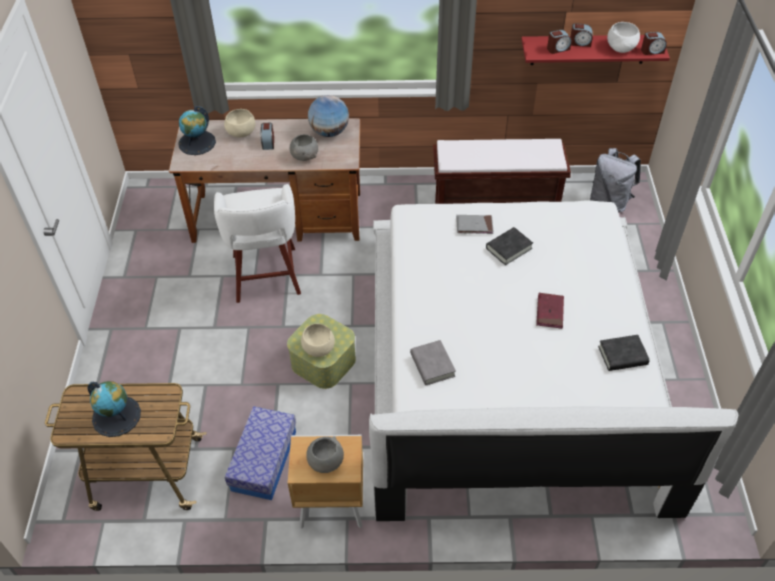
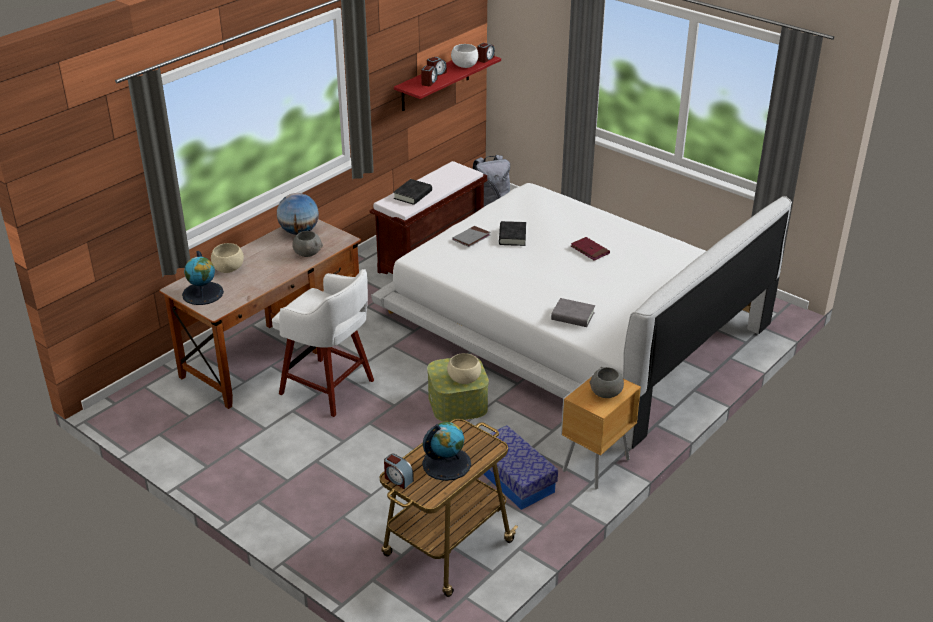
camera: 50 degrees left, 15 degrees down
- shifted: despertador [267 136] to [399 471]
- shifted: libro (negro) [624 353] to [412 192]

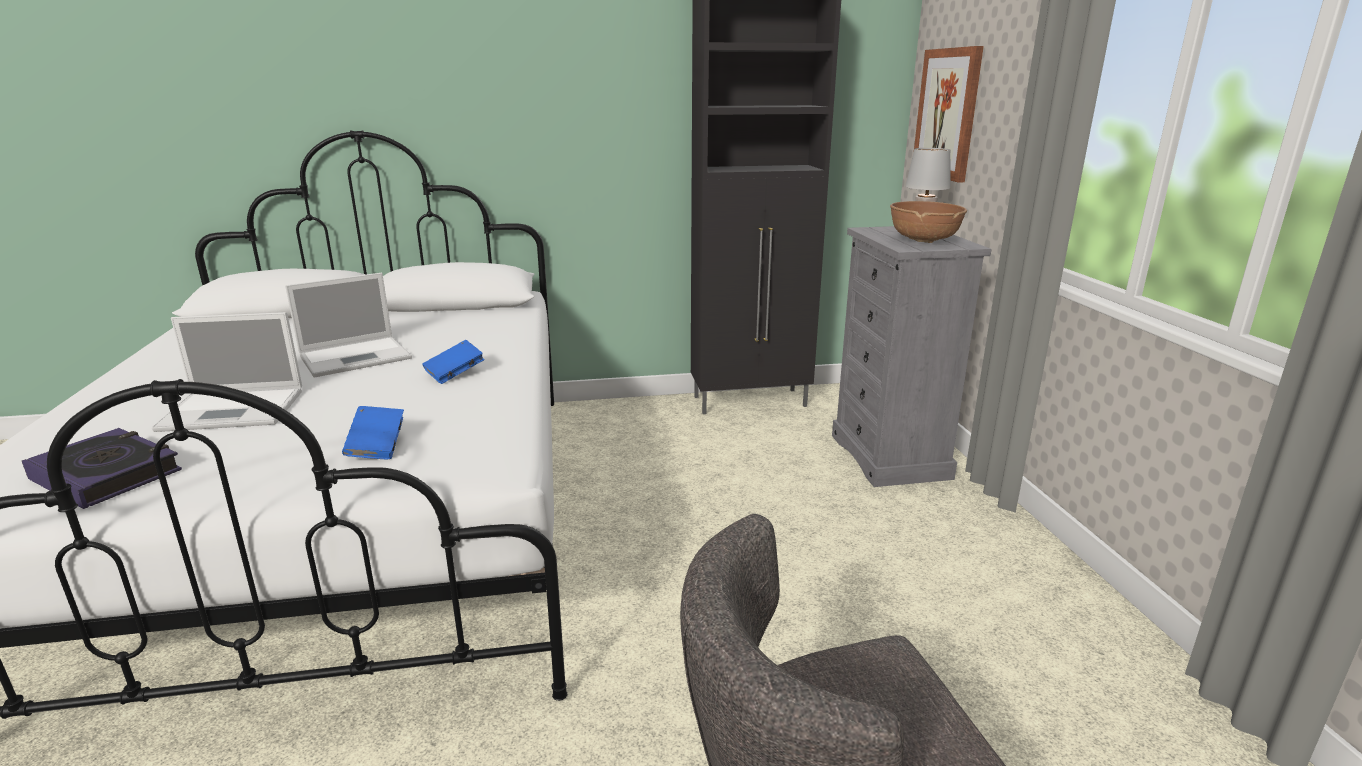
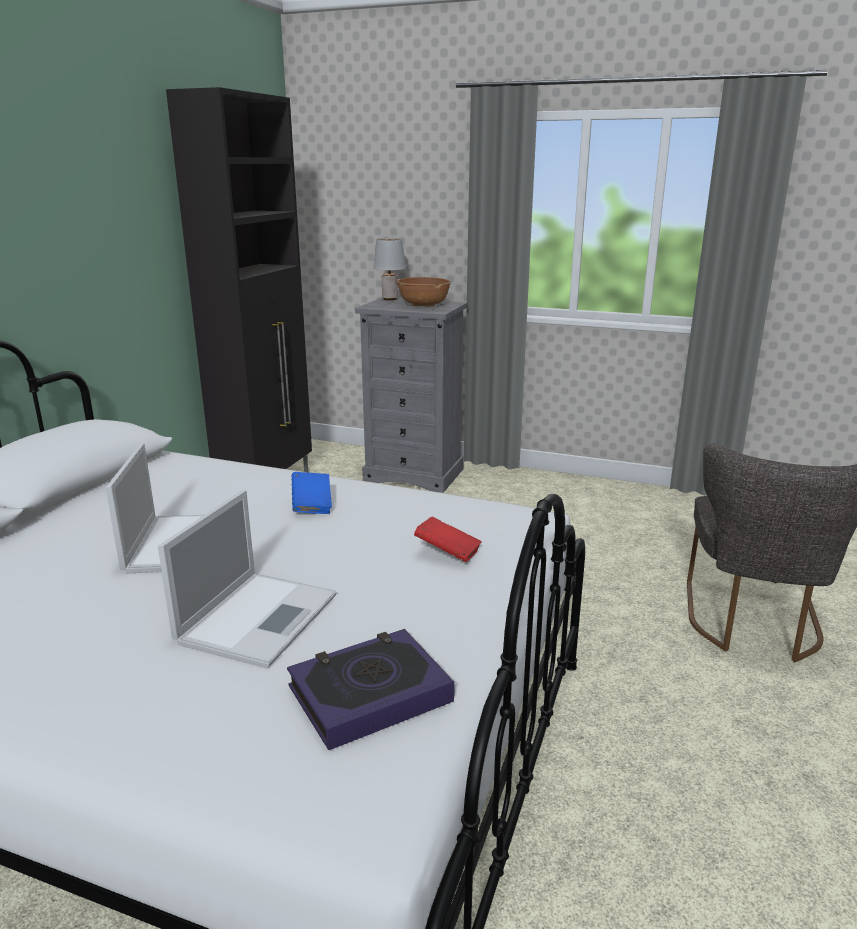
camera: 60 degrees left, 0 degrees up
- gone: cuadro [949 114]
- repainted: libro (azul) [373 432] to libro (rojo) [448 539]

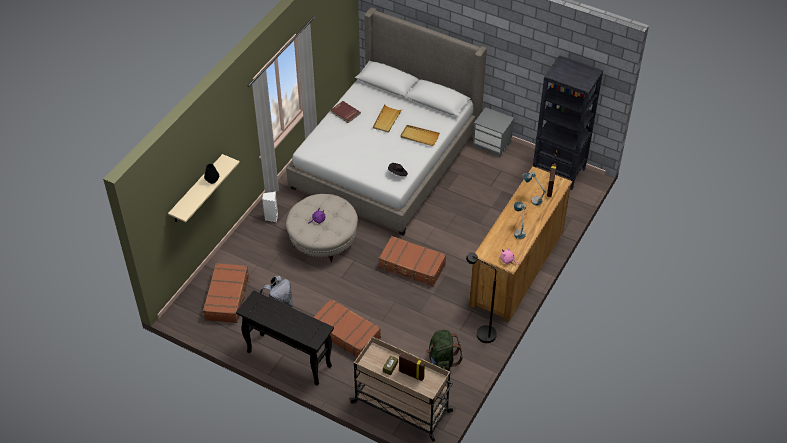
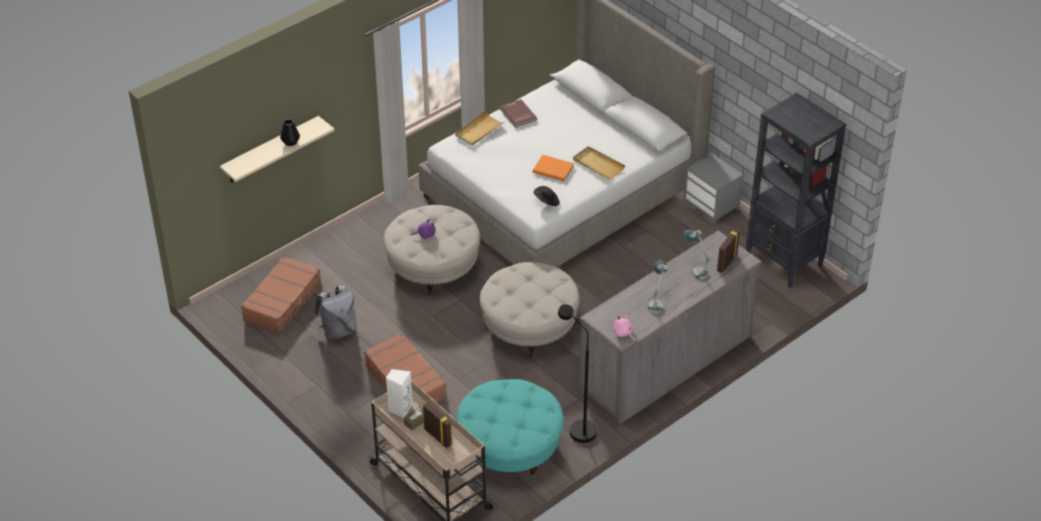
camera: 20 degrees right, 5 degrees down
- gone: mesa consola (negro) [285 338]
- new: libro (naranja) [553 168]
- shifted: altavoz (blanco) [270 207] to [399 394]
- shifted: bandeja (beis) [387 118] to [480 128]
- swapped: maleta (marrón) [412 261] to puf (beis) [530 309]
- swapped: mochila (verde) [444 350] to puf (turquesa) [510 428]
- repainted: cómoda (marrón) [521 244] to cómoda (gris) [670 328]

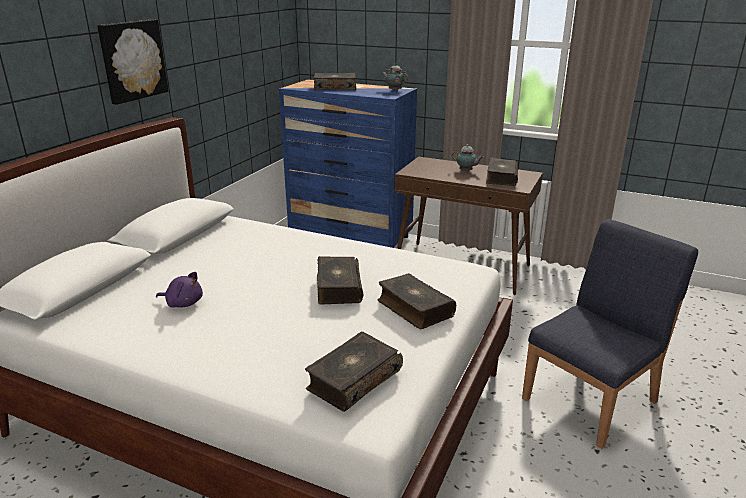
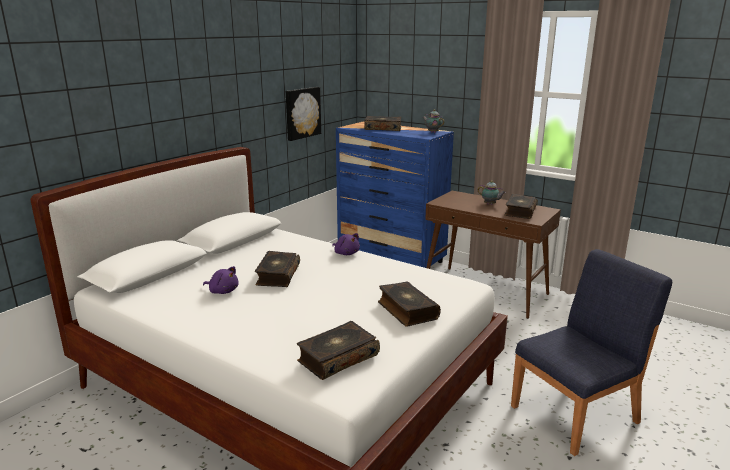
camera: 10 degrees right, 5 degrees down
- new: peluche (morado) [346 244]
- shifted: cuadro [133 62] to [303 114]
- shifted: libro [340 280] to [277 269]

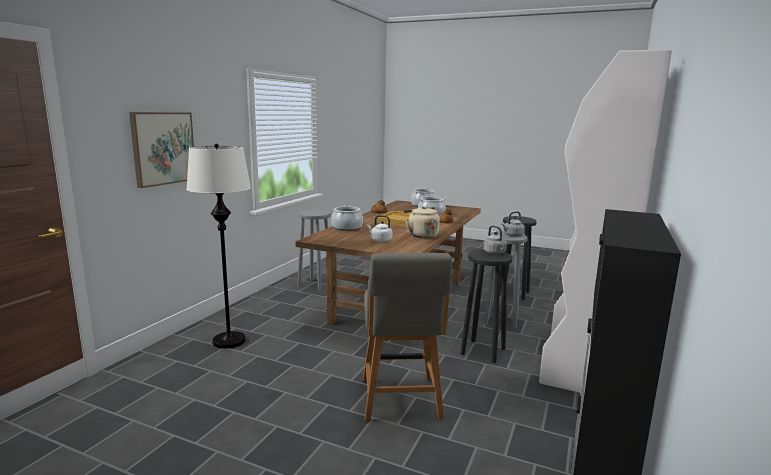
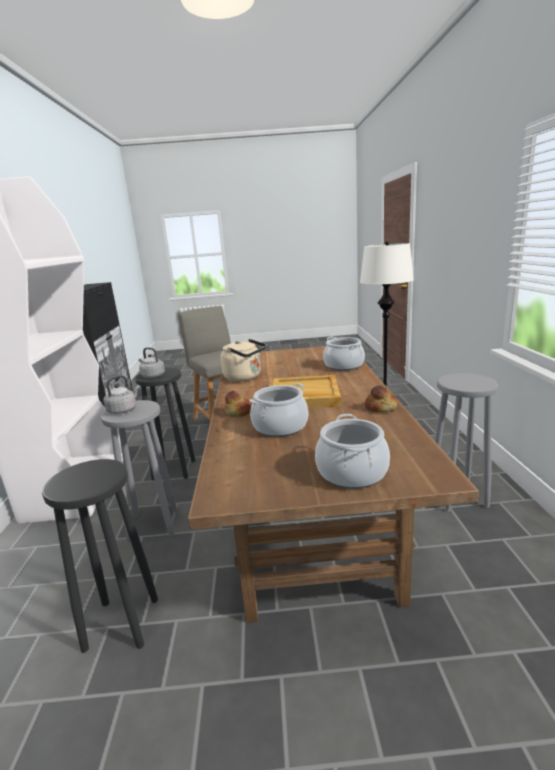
camera: 155 degrees right, 5 degrees up
- gone: cuadro [161 150]
- gone: hervidor (blanco) [379 228]

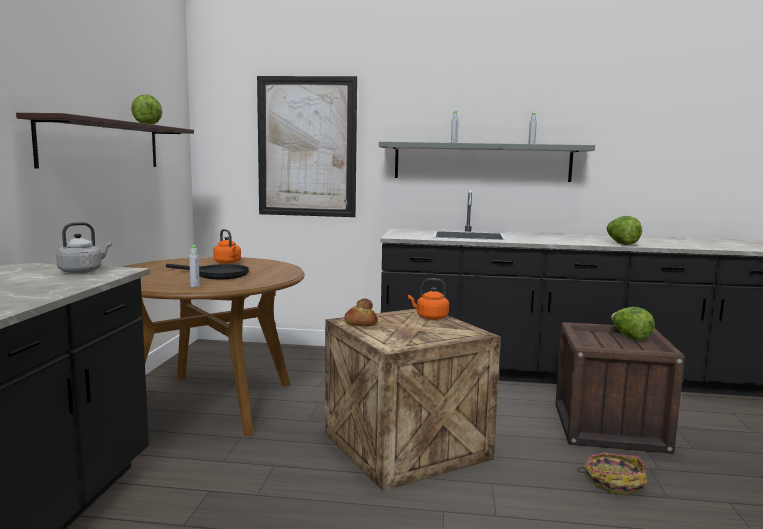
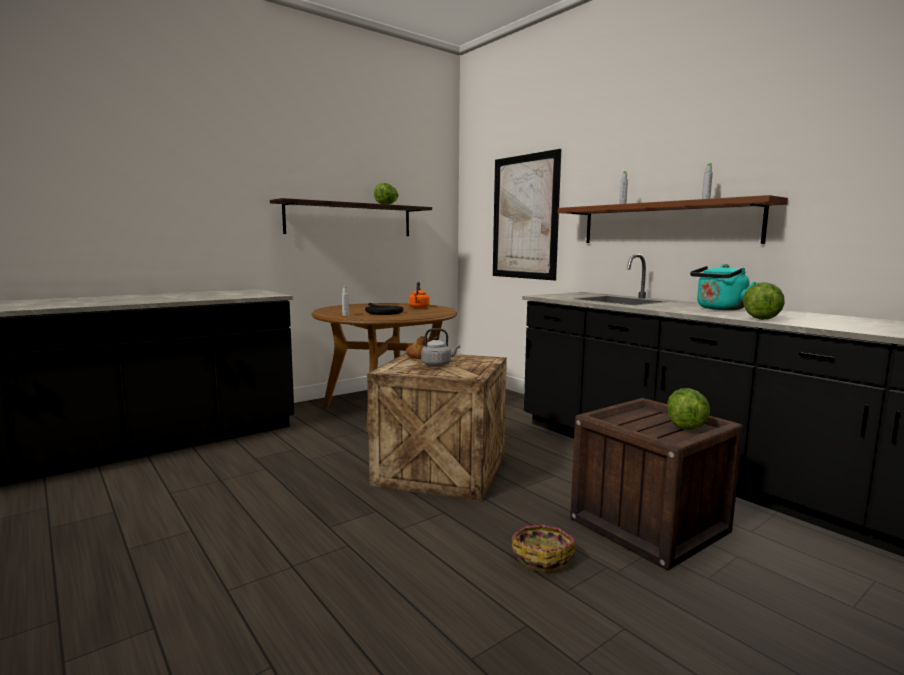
camera: 45 degrees right, 0 degrees up
- gone: hervidor (naranja) [428 299]
- new: hervidor (turquesa) [723 287]
- shifted: hervidor (gris) [84 248] to [440 347]
- repainted: estante (gris) [487 162] to estante (marrón) [673 219]

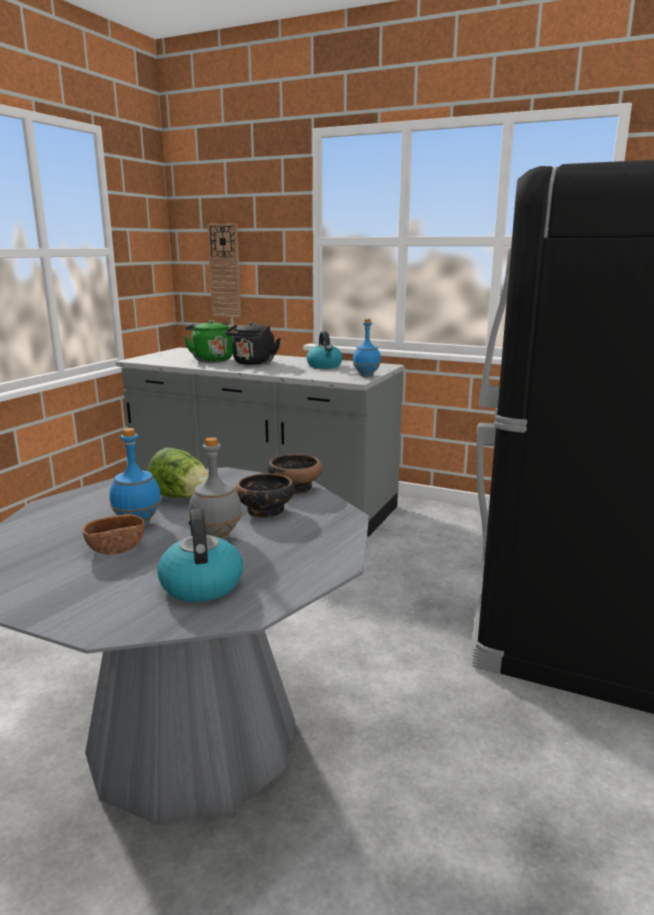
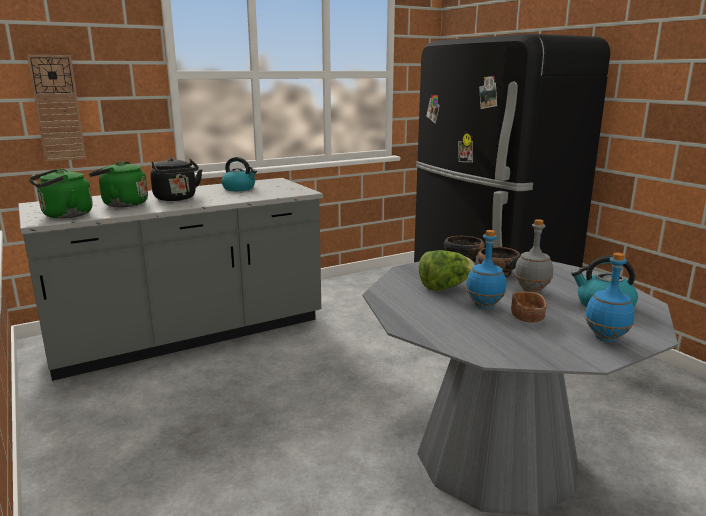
camera: 55 degrees left, 0 degrees up
- new: hervidor (verde) [61 193]
- shifted: botella (azul) [367 347] to [610 297]

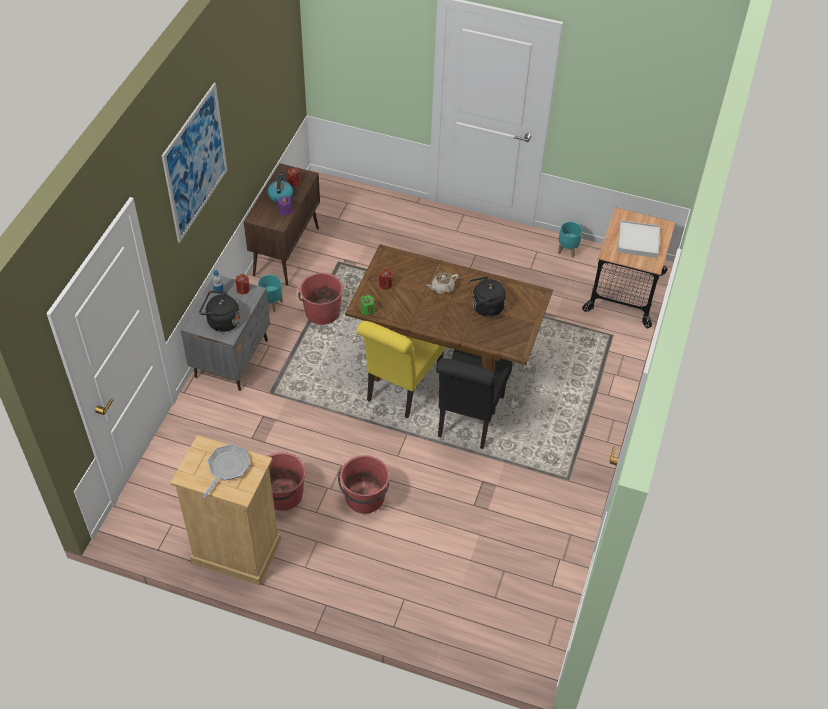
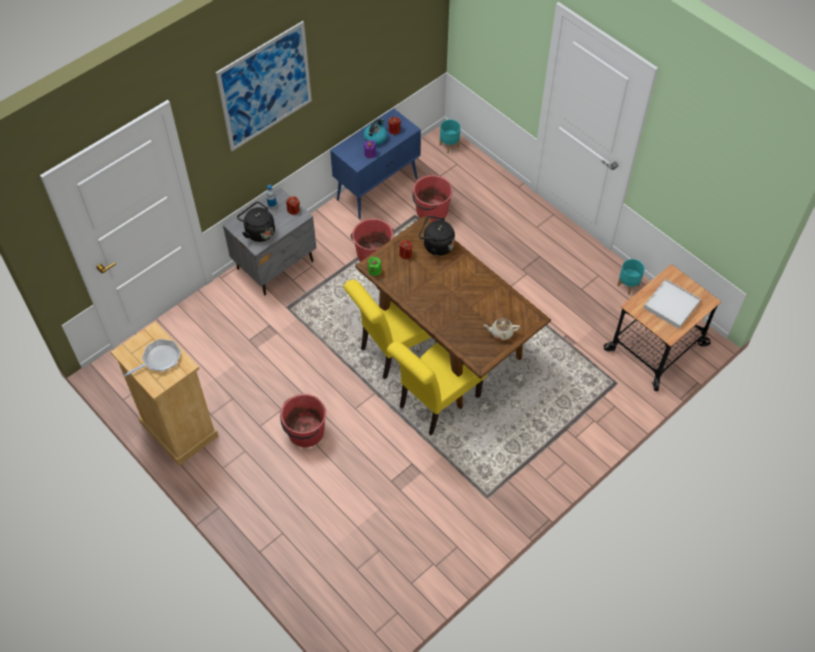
camera: 30 degrees right, 5 degrees up
- shifted: maceta (turquesa) [270 293] to [450 136]
- shifted: cubo (rojo) [287 481] to [432 198]
- shifted: tetera (beis) [442 283] to [501 329]
- shifted: hervidor (negro) [487 296] to [437 236]
- repainted: armario (marrón) [282 224] to armario (azul) [375 163]
- repainted: silla (negro) [474 399] to silla (amarillo) [437 388]

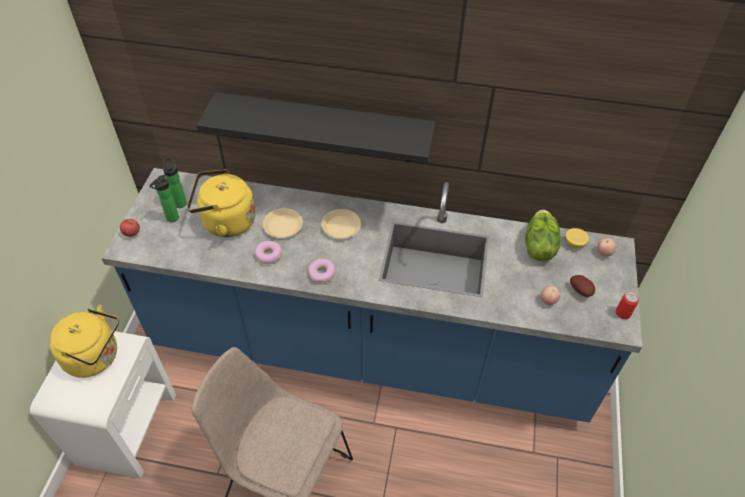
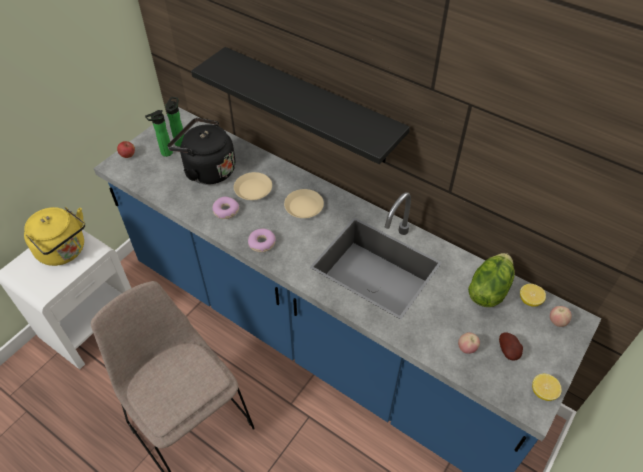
camera: 25 degrees right, 0 degrees up
- swapped: lata [627 305] to limón [546 387]
- repainted: hervidor (amarillo) [221 203] to hervidor (negro) [201 151]

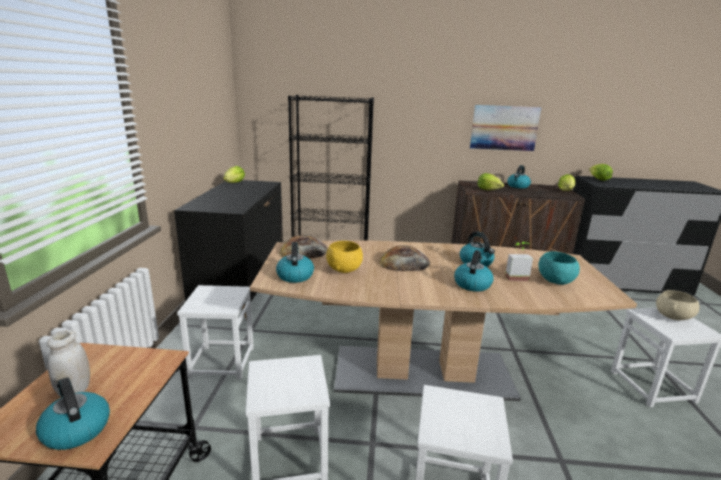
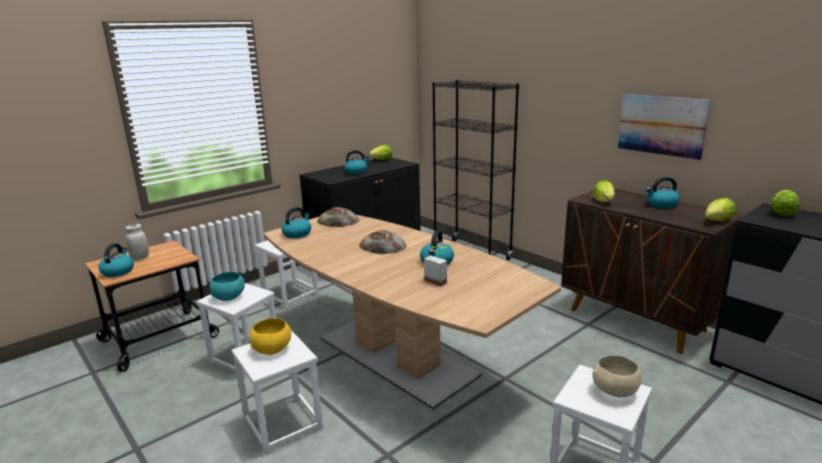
camera: 45 degrees right, 0 degrees up
- shifted: cuenco (amarillo) [344 257] to [271 336]
- shifted: hervidor [473 271] to [356 162]
- shifted: cuenco (turquesa) [559 268] to [227 286]

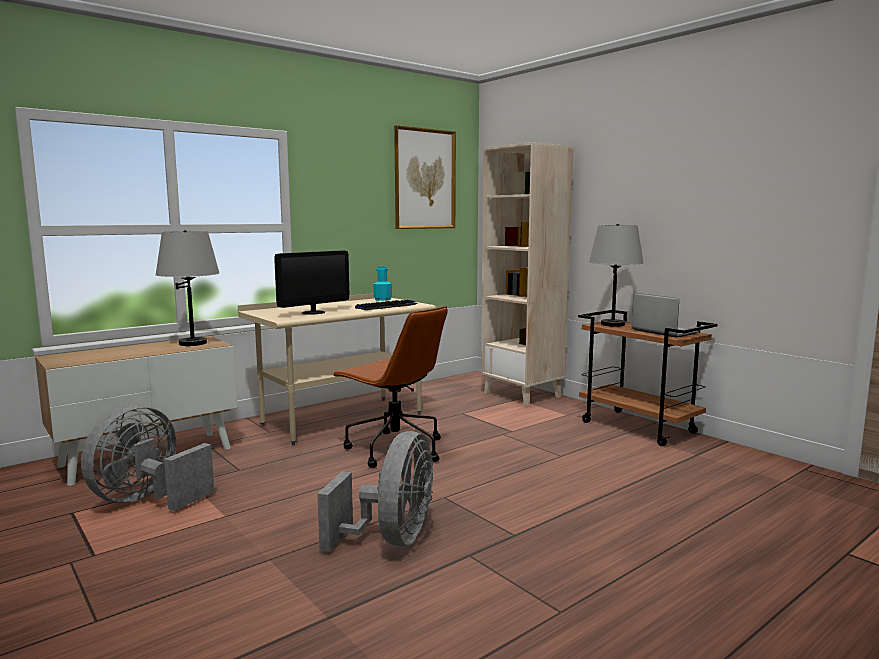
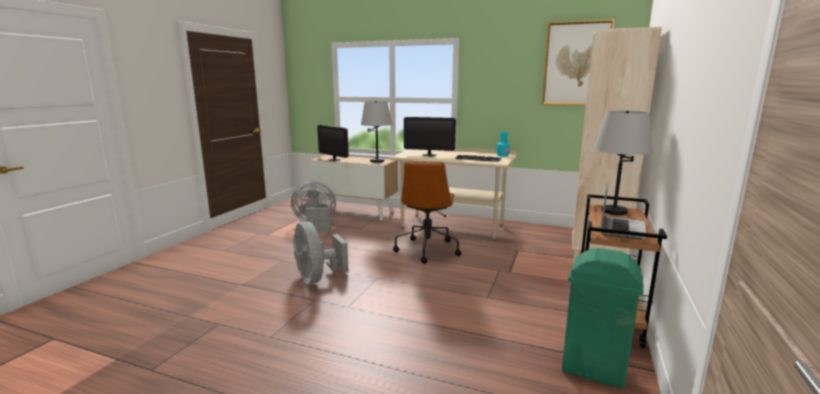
camera: 60 degrees right, 5 degrees up
- new: monitor [333 143]
- new: papelera (verde) [603 318]
- rotated: ventilador (gris) [375 491] = [321 253] 75 degrees clockwise

